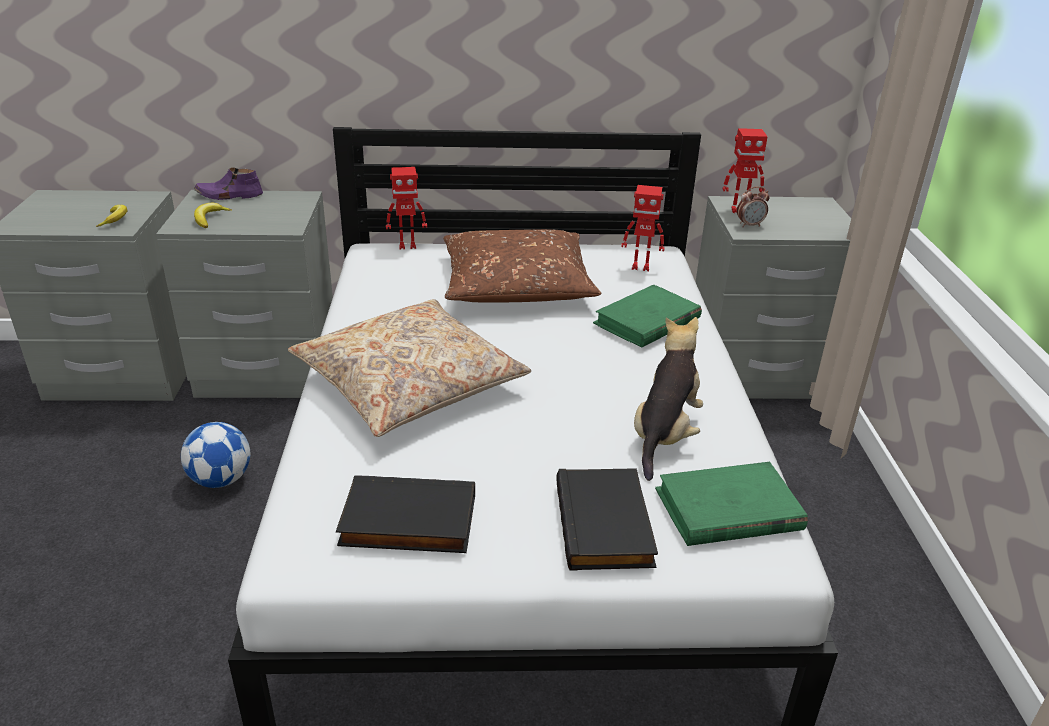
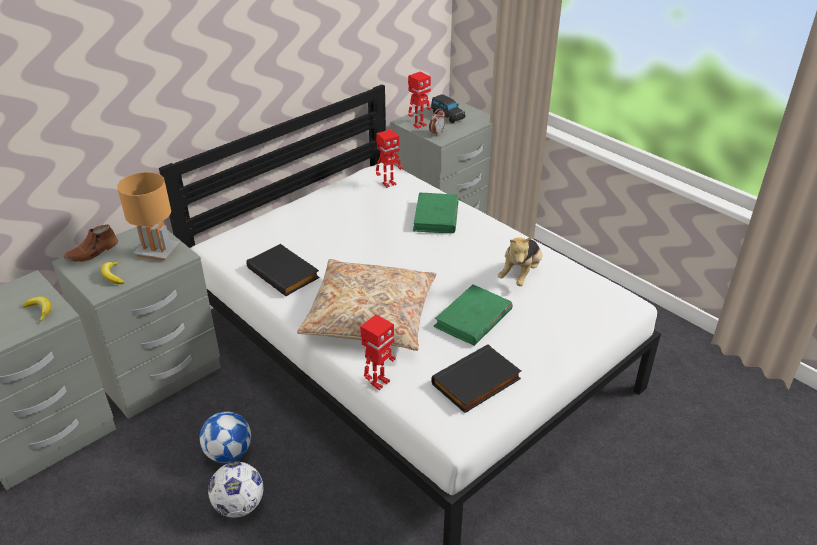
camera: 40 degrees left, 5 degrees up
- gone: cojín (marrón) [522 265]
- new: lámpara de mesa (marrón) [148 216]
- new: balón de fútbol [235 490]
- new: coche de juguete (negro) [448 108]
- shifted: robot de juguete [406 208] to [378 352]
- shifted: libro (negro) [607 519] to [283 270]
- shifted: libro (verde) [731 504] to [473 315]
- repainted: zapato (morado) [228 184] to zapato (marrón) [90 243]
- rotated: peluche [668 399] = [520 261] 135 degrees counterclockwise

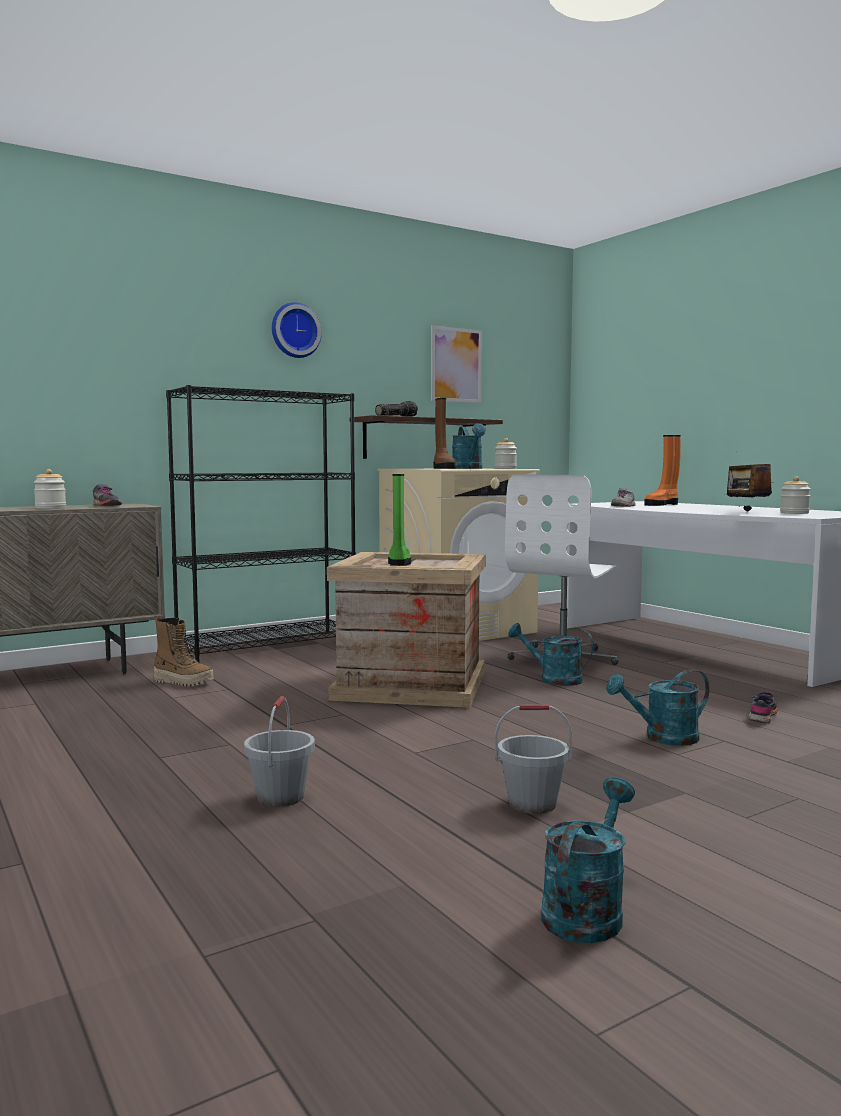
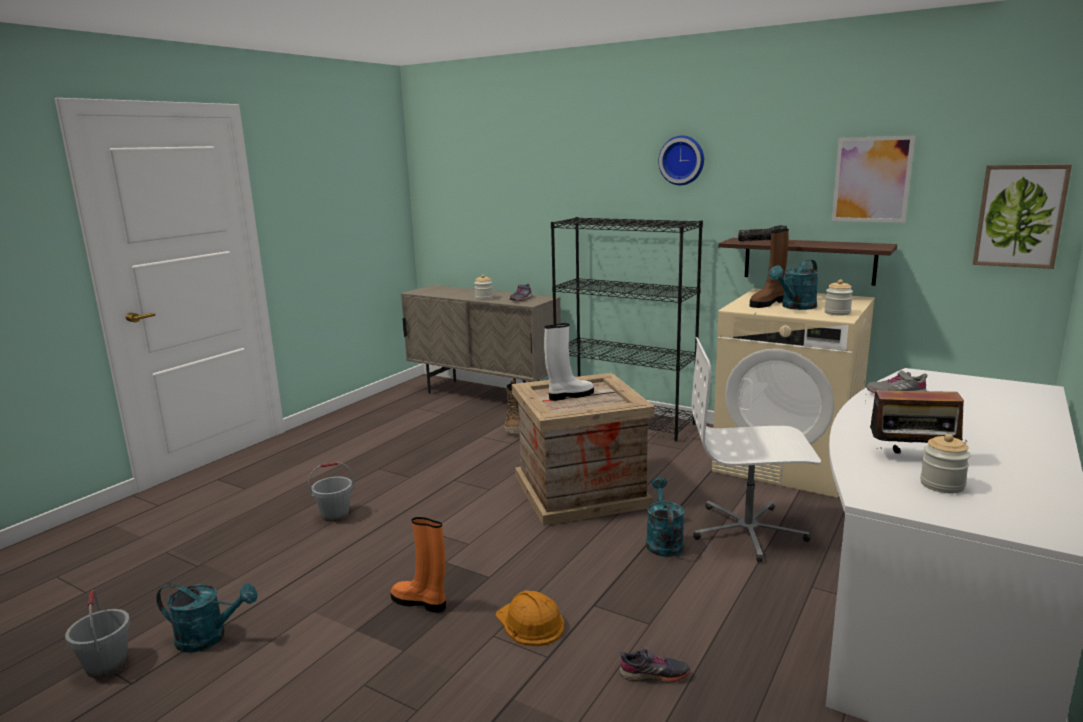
camera: 65 degrees right, 10 degrees up
- new: cuadro [1022 216]
- shifted: cubo (gris) [533 759] to [97 634]
- shifted: bota (naranja) [662 470] to [418 565]
- swapped: regadera (turquesa) [658 707] to casco (naranja) [530 618]
- repainted: bota (verde) [399 520] to bota (blanco) [569 362]
- rotated: radio [750 481] = [916 416] 135 degrees counterclockwise

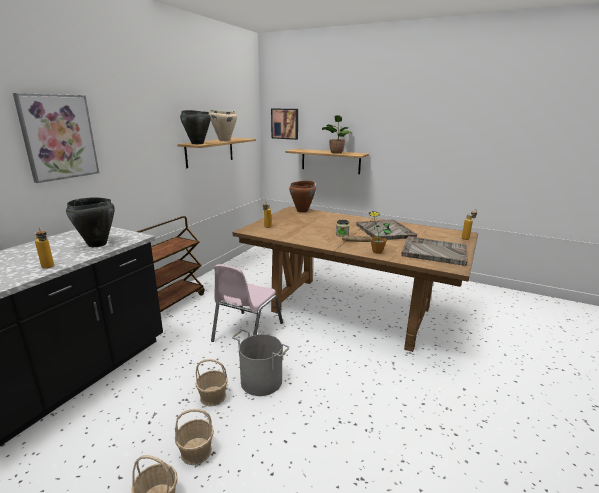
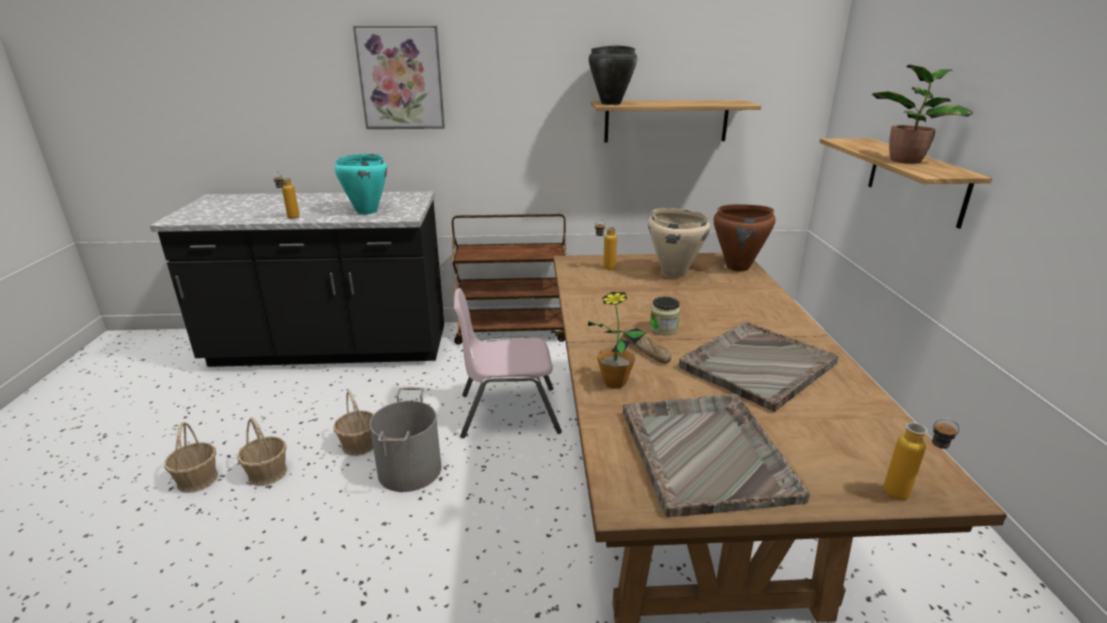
camera: 60 degrees right, 5 degrees up
- gone: cuadro [284 124]
- shifted: olla (beis) [223 125] to [679 243]
- repainted: olla (negro) [90 222] to olla (turquesa) [361 184]

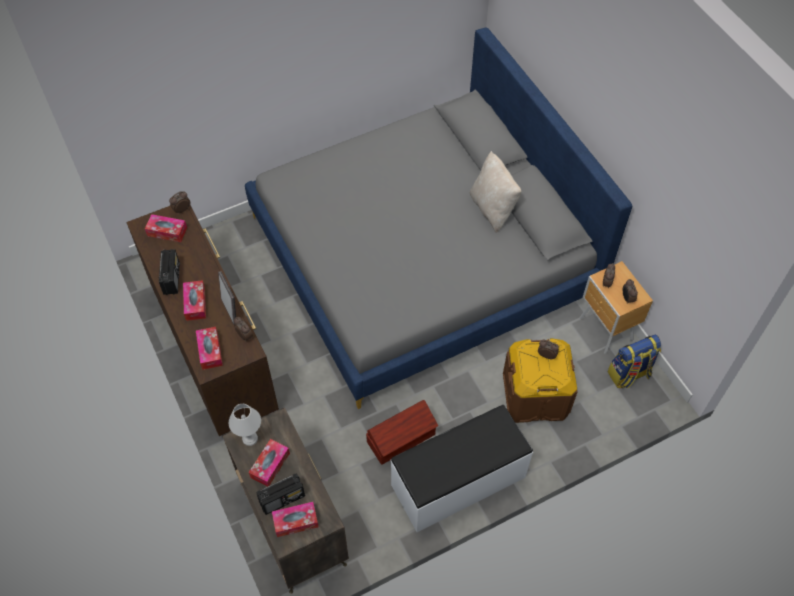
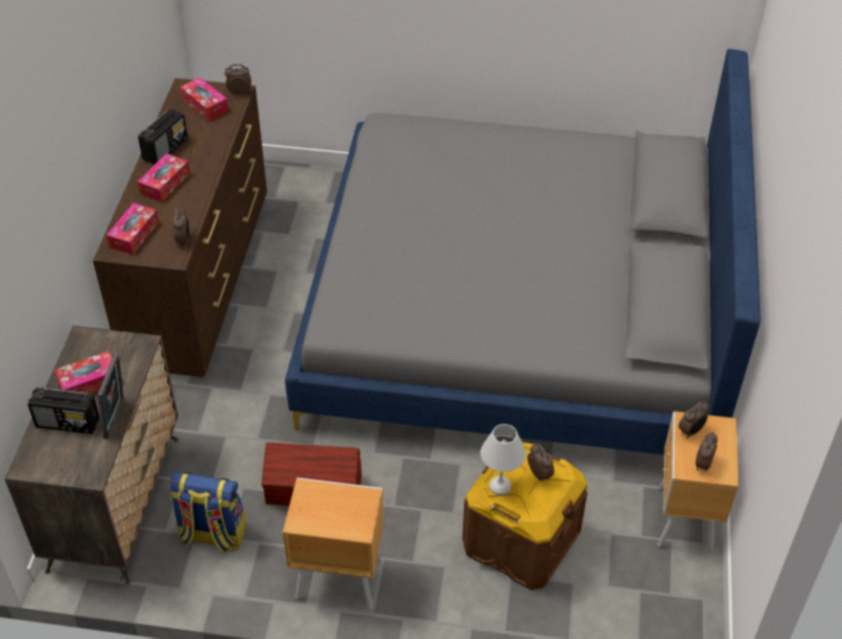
camera: 35 degrees right, 10 degrees down
- gone: caja de pañuelos [295 519]
- gone: cojín (beis) [495 192]
- shifted: portarretratos [227 297] to [111 396]
- shifted: lámpara de mesa (blanco) [245 425] to [503 459]
- shifted: mochila [634 361] to [208 512]
- swapped: banco (blanco) [461 468] to mesita de noche (marrón) [333 543]

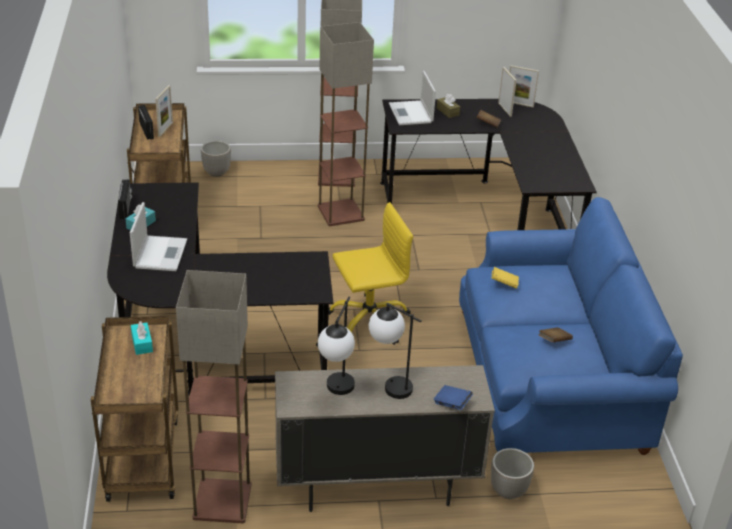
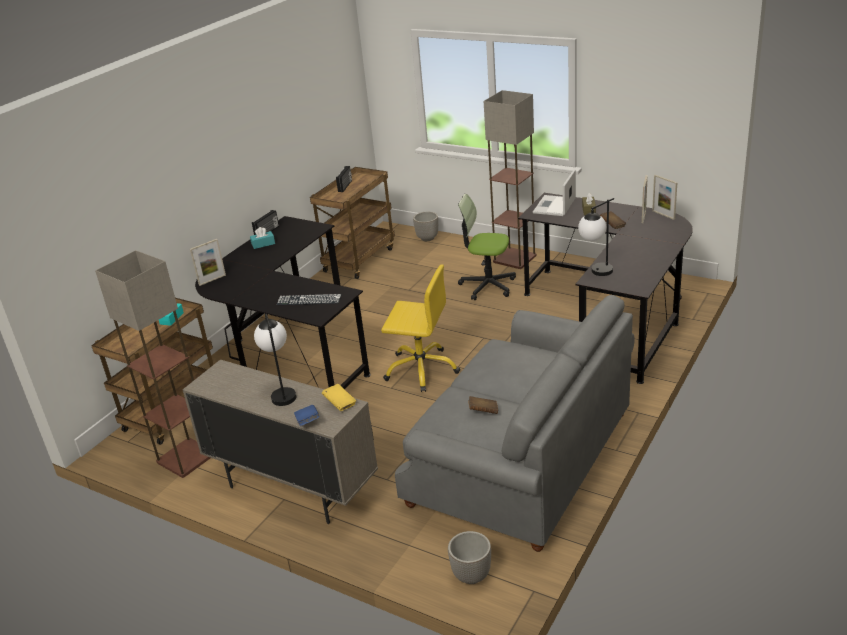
camera: 40 degrees right, 5 degrees down
- gone: portátil [158 236]
- new: teclado [309 299]
- shifted: portarretratos [164 111] to [208 262]
- shifted: lámpara de mesa [336 345] to [596 237]
- shifted: maceta [512 473] to [469 557]
- shifted: libro (amarillo) [505 278] to [339 397]
- swapped: lámpara de pie [346 124] to silla de oficina [487 247]
- repainted: sofá (azul) [571 326] to sofá (gris) [515 423]

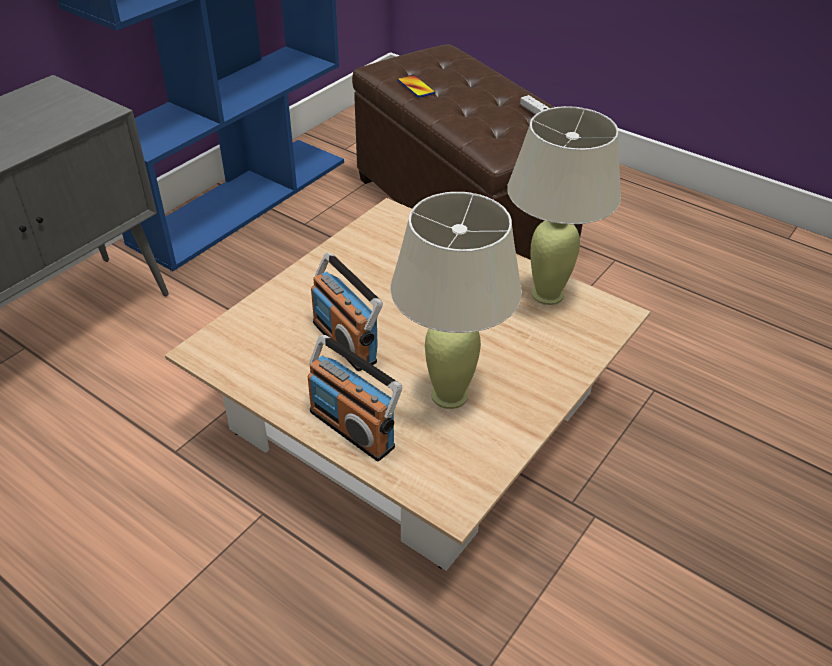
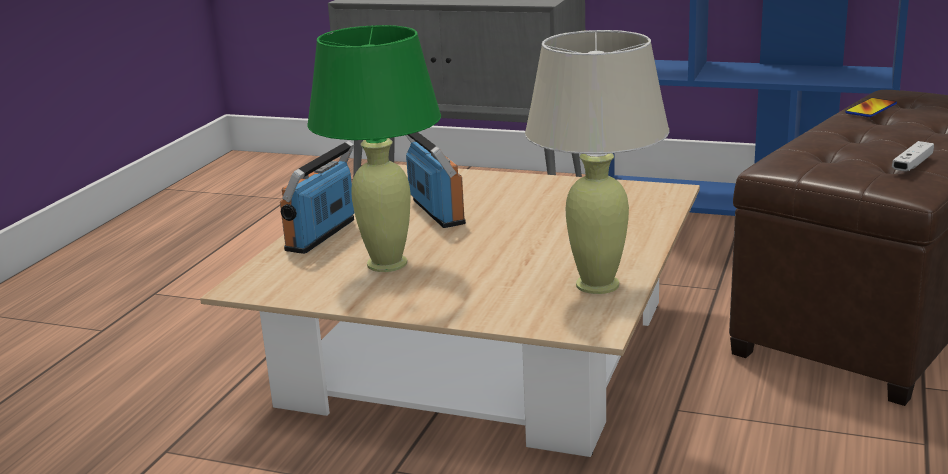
camera: 75 degrees right, 20 degrees down
- repainted: lámpara de mesa (beis) [456 300] to lámpara de mesa (verde) [374 148]
- rotated: radio [347 312] = [436 180] 120 degrees clockwise

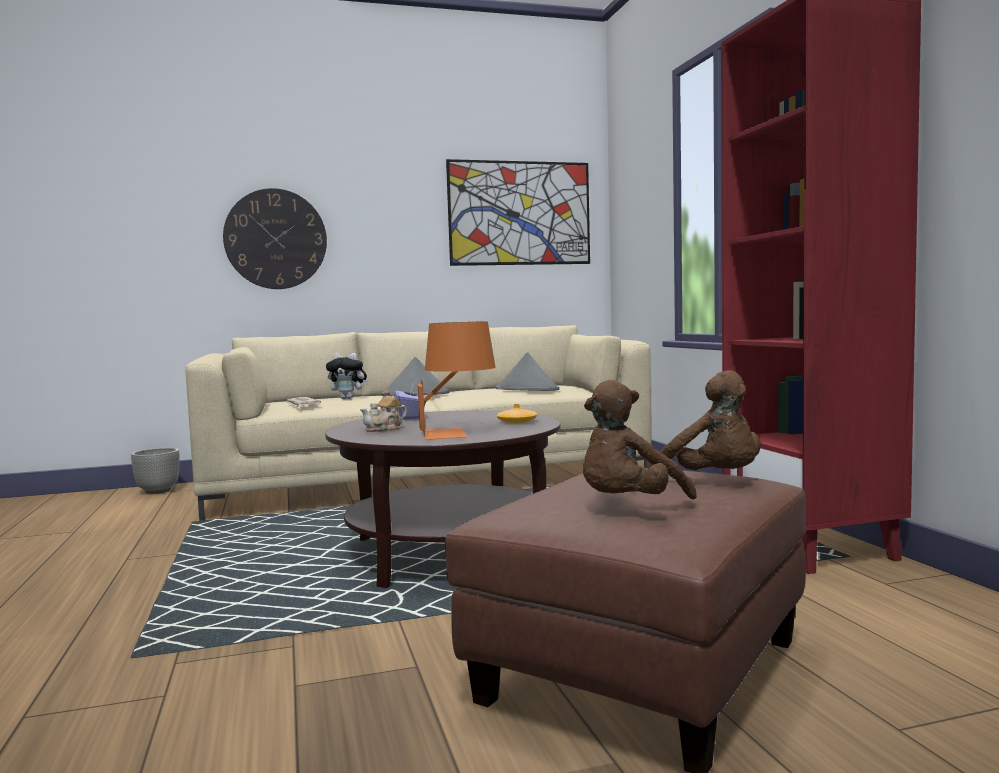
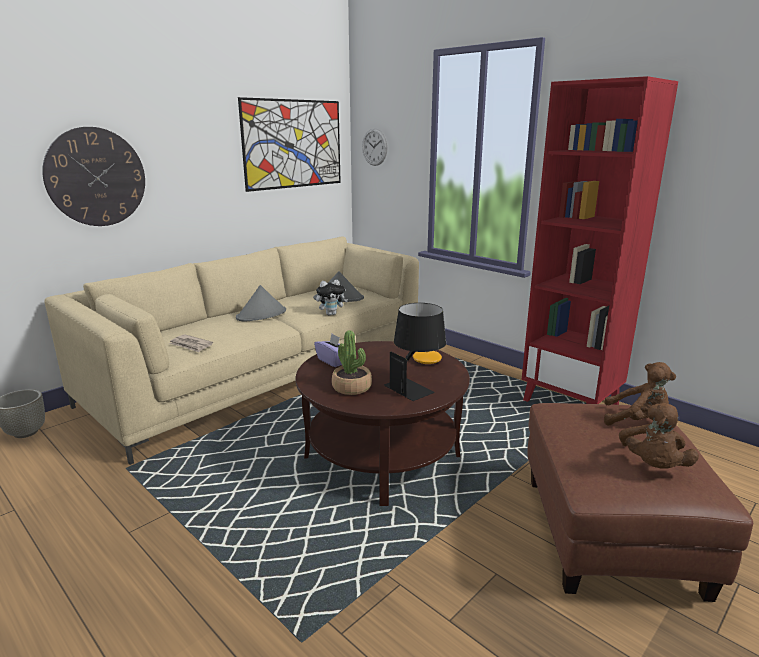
camera: 30 degrees left, 15 degrees up
- new: reloj de pared [375 147]
- shifted: peluche [347 376] to [332 297]
- swapped: tetera [383 411] to planta en maceta [351 362]
- repainted: lámpara de mesa (naranja) [457 380] to lámpara de mesa (negro) [415 352]

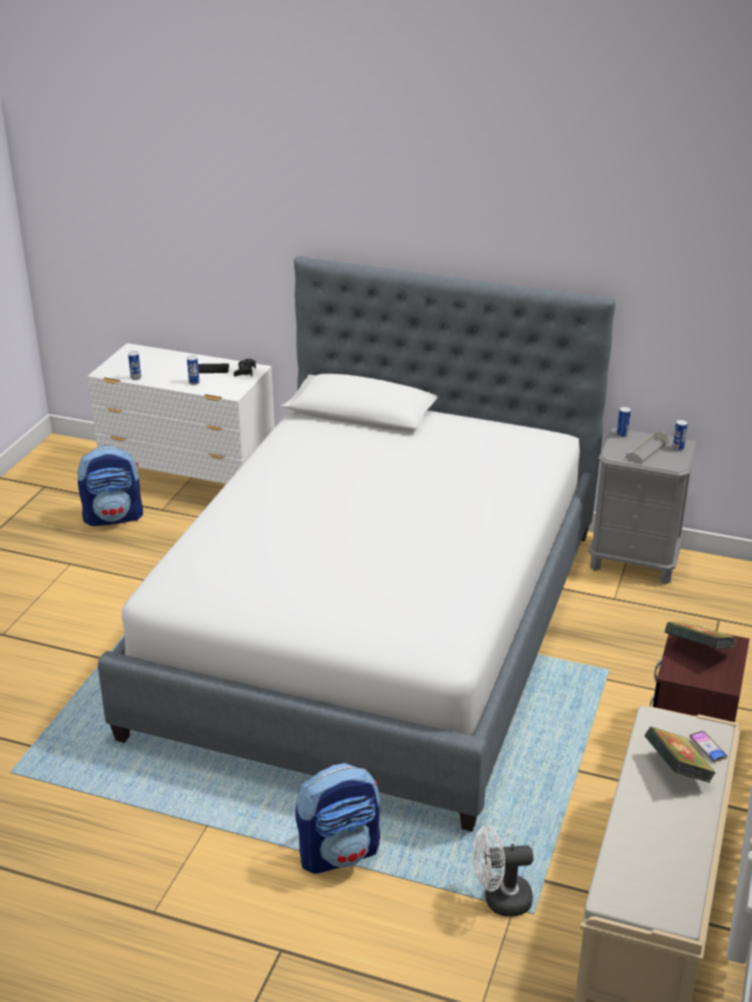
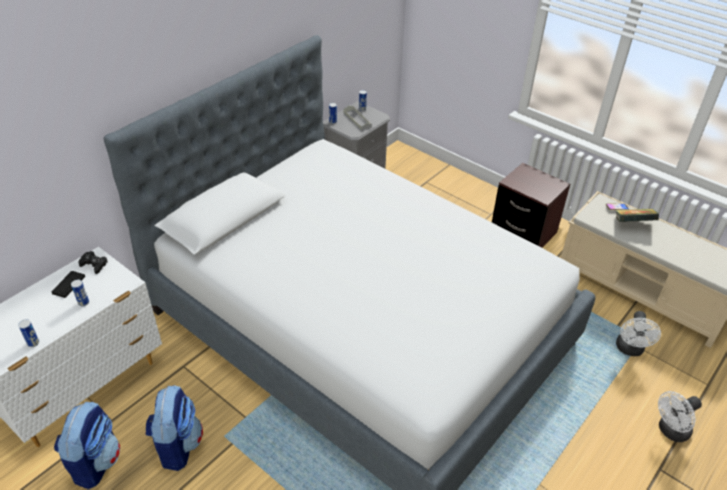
camera: 70 degrees left, 10 degrees up
- gone: libro [701 635]
- new: ventilador (blanco) [680 416]
- shifted: mochila [337 818] to [174 428]

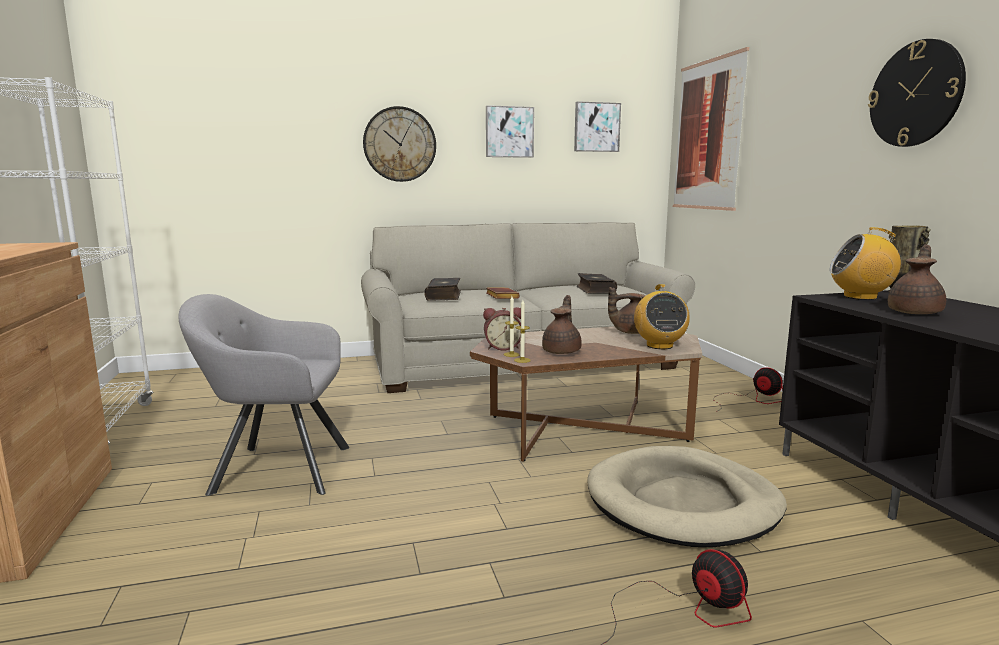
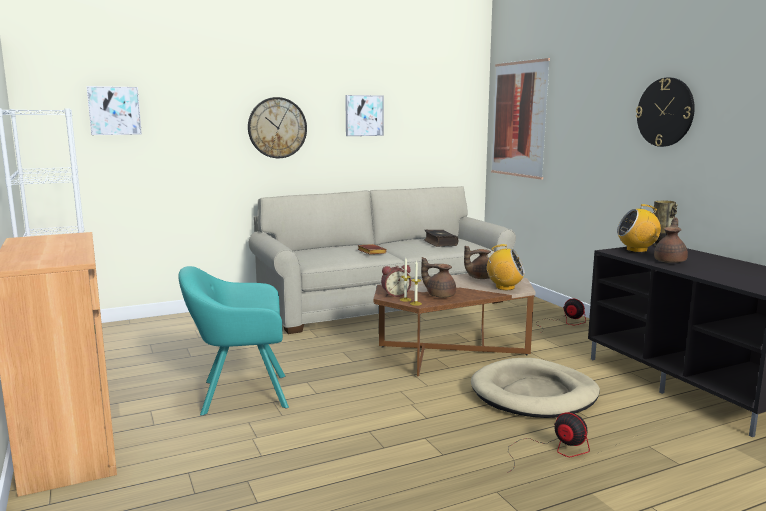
camera: 10 degrees left, 0 degrees up
- gone: libro [442 289]
- shifted: cuadro [597 126] to [114 110]
- repainted: sillón (gris) [264 395] to sillón (turquesa) [233 341]
- rotated: tetera (marrón) [562 324] = [438 277] 75 degrees counterclockwise
- rotated: radio [662 316] = [506 267] 60 degrees counterclockwise

